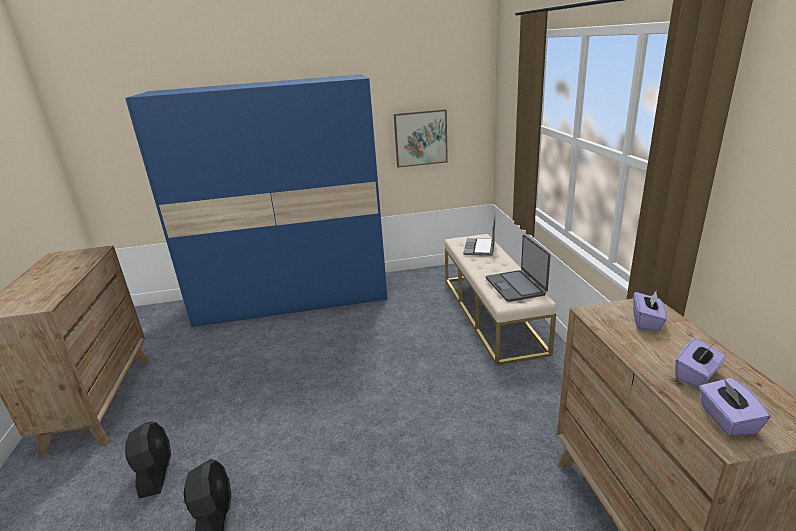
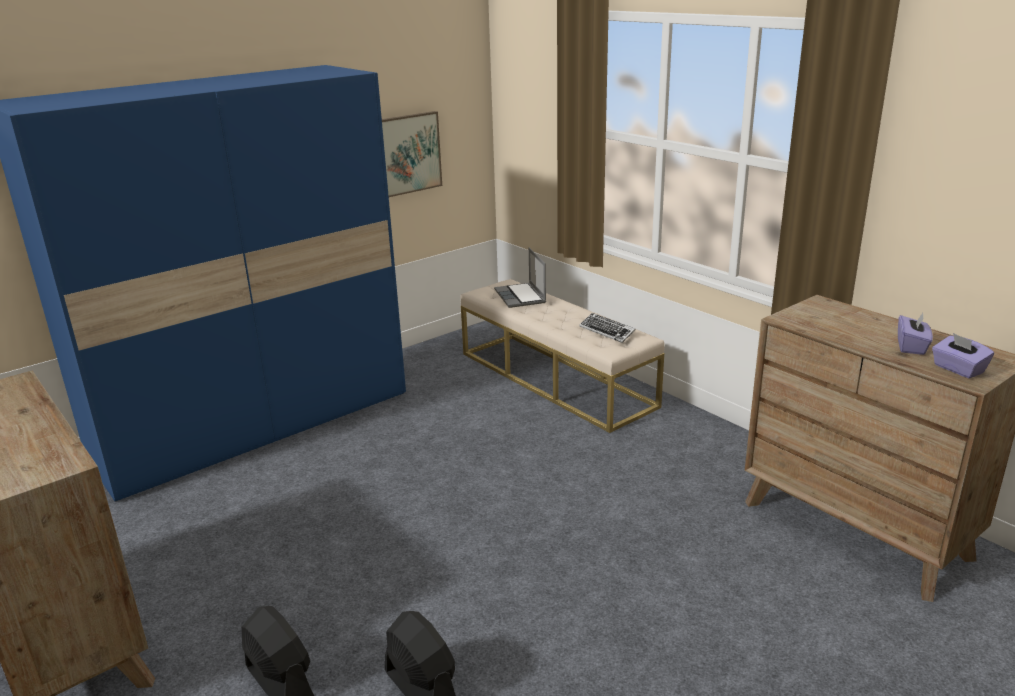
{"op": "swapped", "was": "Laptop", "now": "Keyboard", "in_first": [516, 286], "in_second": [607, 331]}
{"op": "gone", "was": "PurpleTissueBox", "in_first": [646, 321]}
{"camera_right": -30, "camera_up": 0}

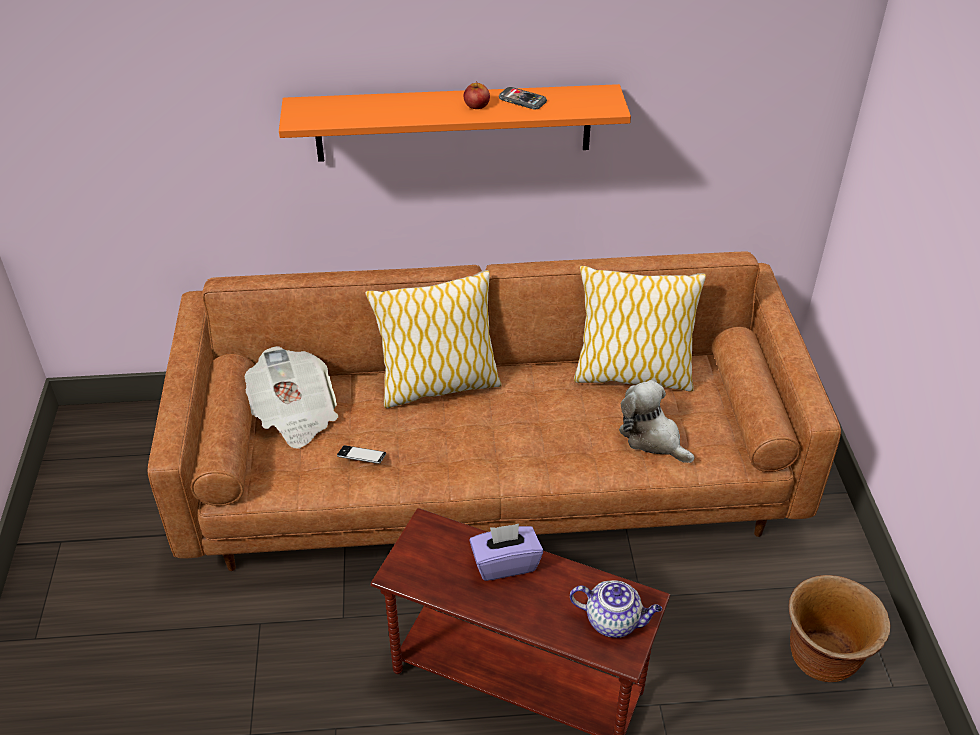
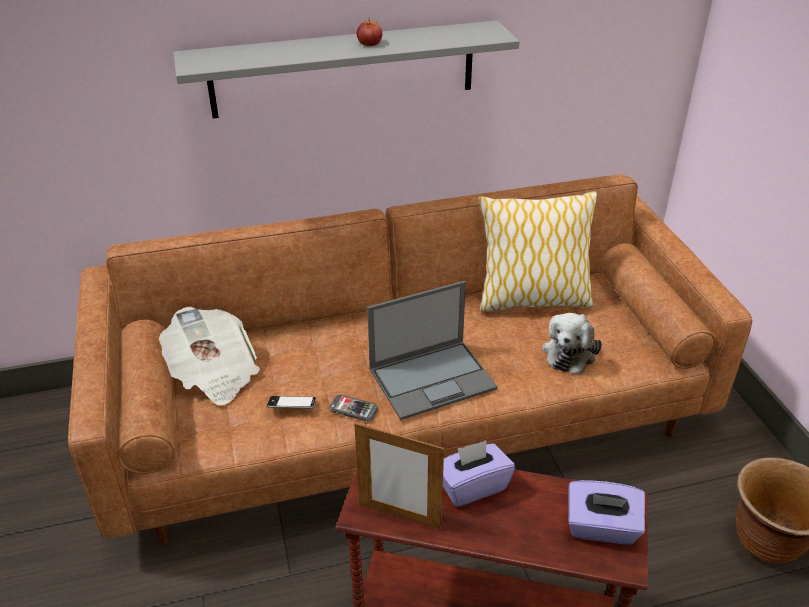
{"op": "repainted", "was": "OrangeShelf", "now": "GreyShelf", "in_first": [453, 123], "in_second": [343, 69]}
{"op": "shifted", "was": "Phone", "in_first": [522, 100], "in_second": [353, 409]}
{"op": "new", "now": "PictureFrame", "in_second": [399, 516]}
{"op": "new", "now": "Laptop", "in_second": [433, 378]}
{"op": "rotated", "was": "PlushToy", "in_first": [652, 438], "in_second": [570, 352], "clockwise": -105}
{"op": "swapped", "was": "Teapot", "now": "PurpleTissueBox", "in_first": [614, 621], "in_second": [601, 528]}
{"op": "gone", "was": "Pillow", "in_first": [438, 386]}
{"camera_right": -10, "camera_up": -5}

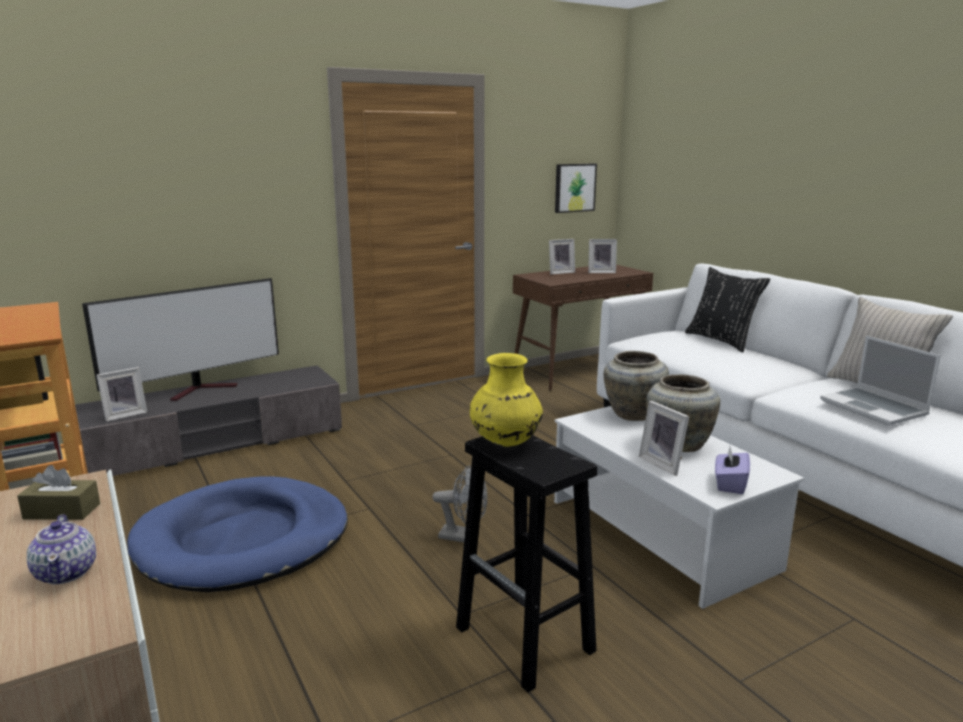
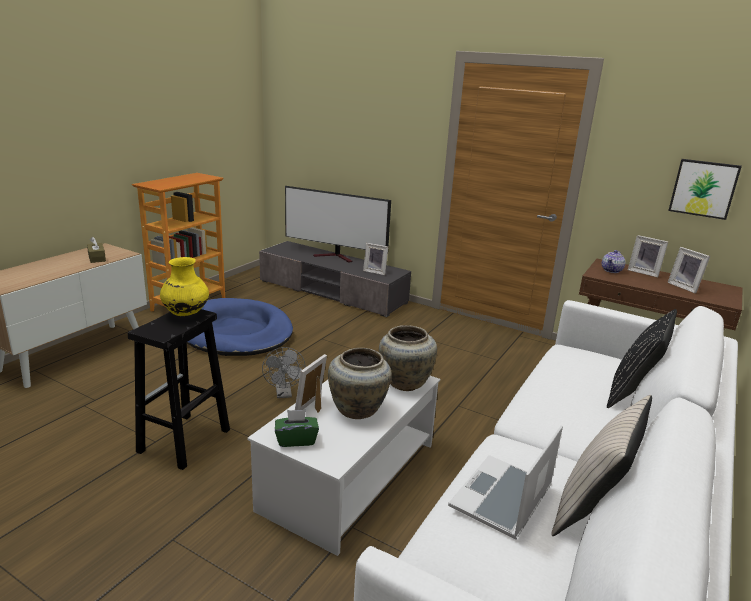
{"op": "repainted", "was": "PurpleTissueBox", "now": "GreenTissueBox", "in_first": [729, 484], "in_second": [296, 440]}
{"op": "shifted", "was": "PictureFrame", "in_first": [125, 414], "in_second": [375, 271]}
{"op": "shifted", "was": "Teapot", "in_first": [67, 572], "in_second": [612, 270]}
{"camera_right": 60, "camera_up": 5}

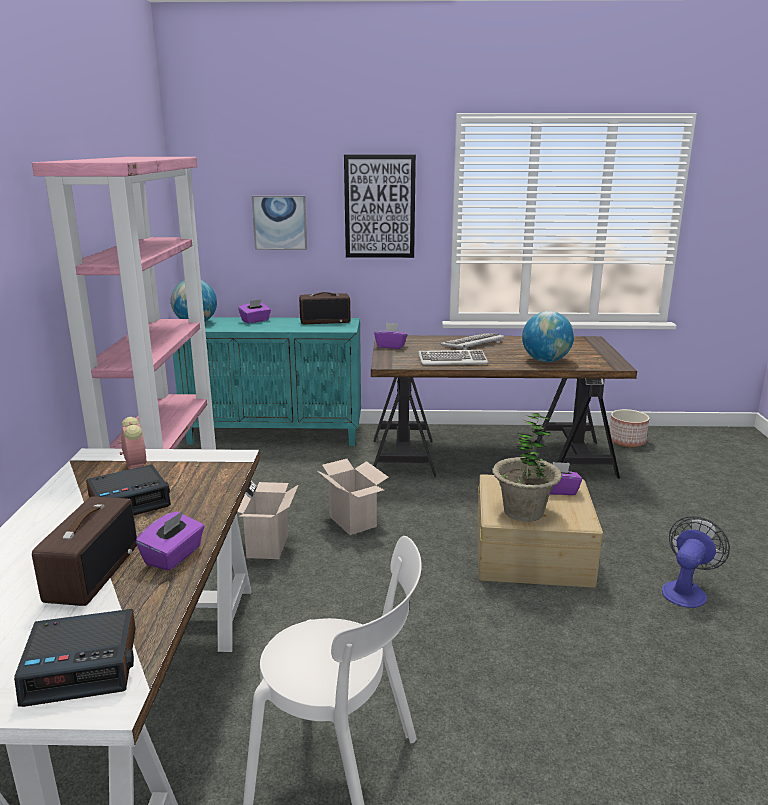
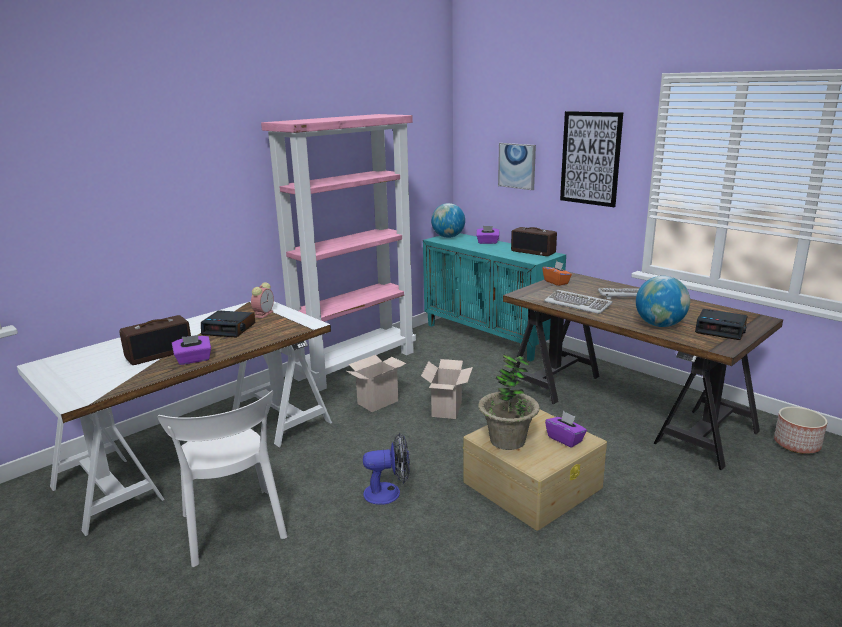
{"op": "shifted", "was": "Fan", "in_first": [686, 590], "in_second": [389, 493]}
{"op": "repainted", "was": "PurpleTissueBox", "now": "OrangeTissueBox", "in_first": [391, 346], "in_second": [556, 282]}
{"op": "shifted", "was": "AlarmClock", "in_first": [83, 666], "in_second": [721, 330]}
{"camera_right": 45, "camera_up": 0}

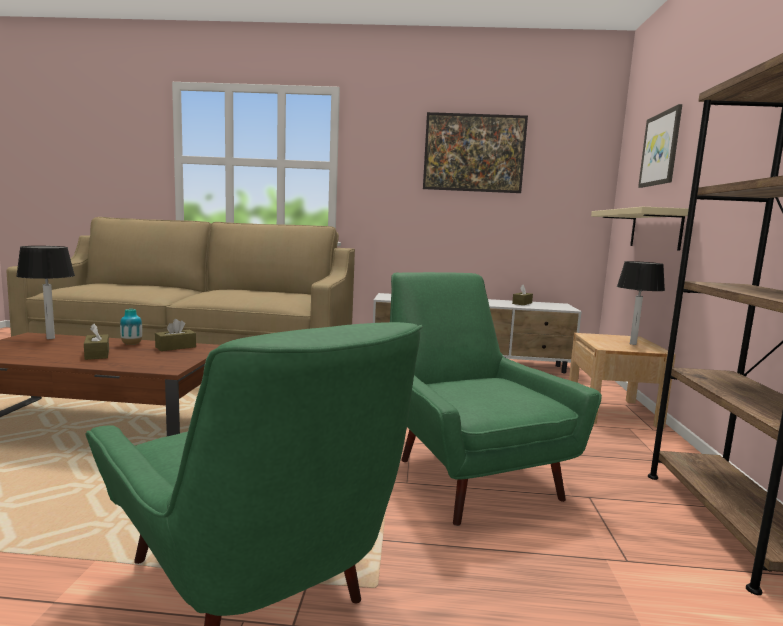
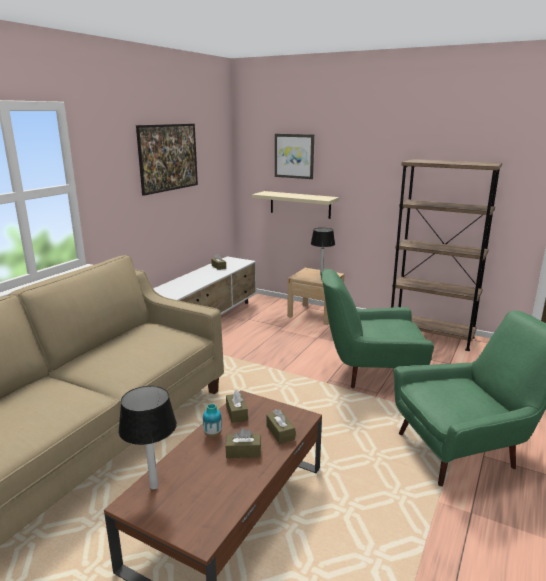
{"op": "new", "now": "BrownTissueBox", "in_second": [280, 433]}
{"camera_right": -65, "camera_up": 10}

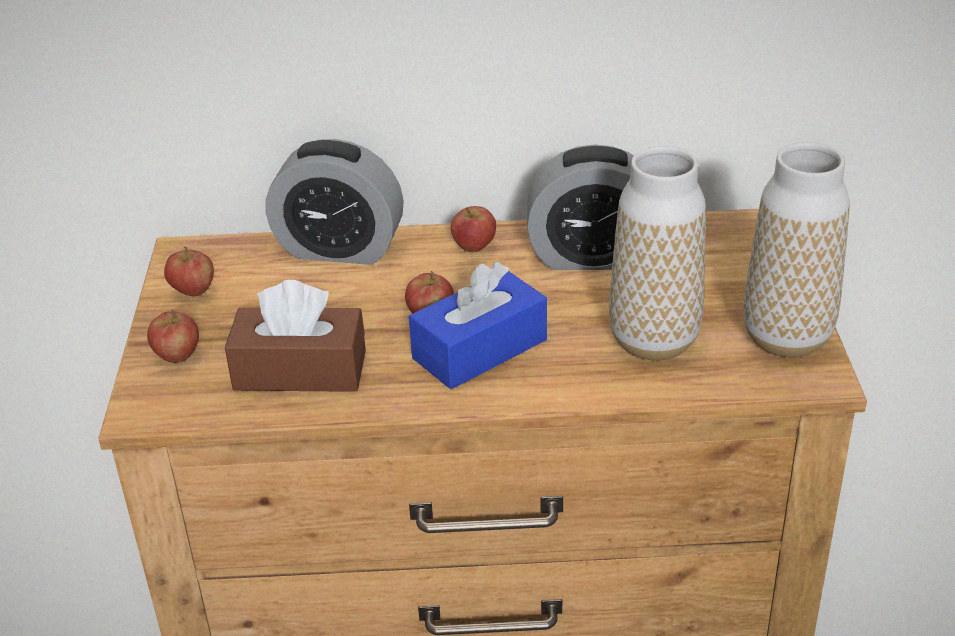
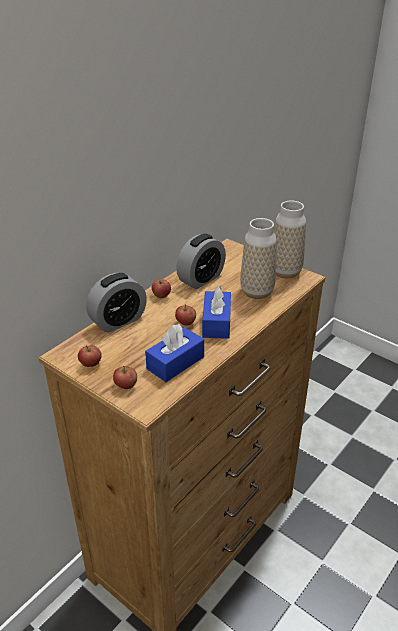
{"op": "repainted", "was": "BrownTissueBox", "now": "BlueTissueBox", "in_first": [300, 370], "in_second": [175, 363]}
{"camera_right": -50, "camera_up": 0}

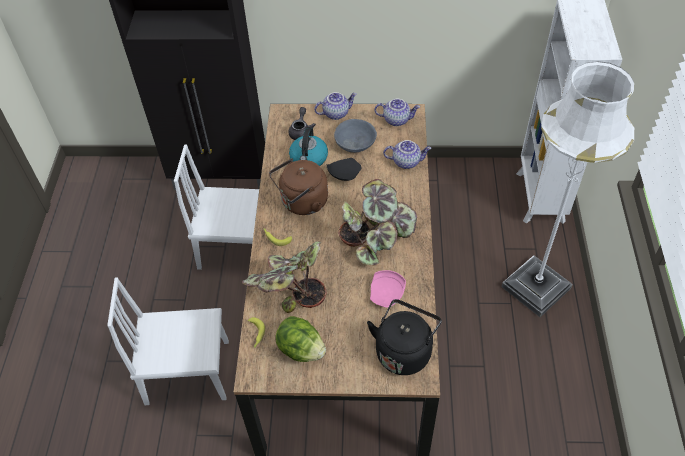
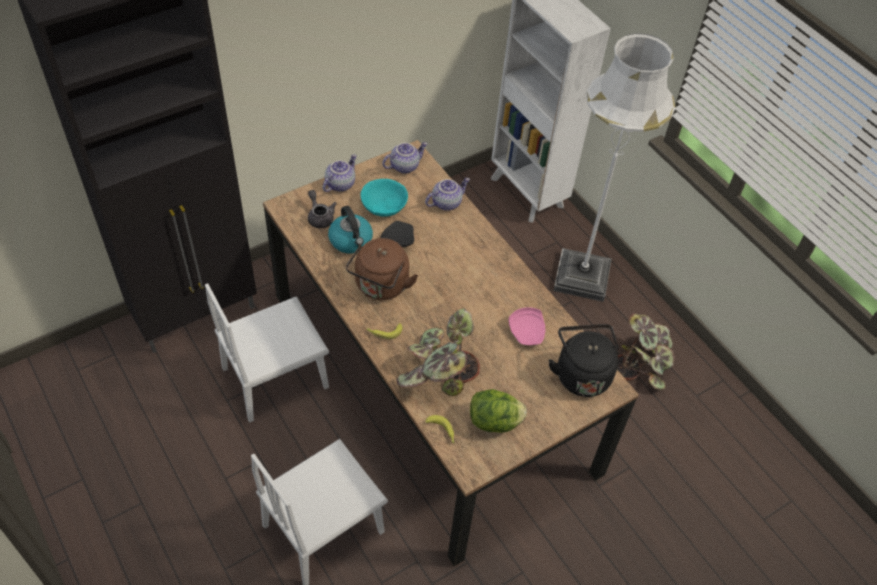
{"op": "repainted", "was": "GreyBowl", "now": "TurquoiseBowl", "in_first": [356, 143], "in_second": [384, 205]}
{"op": "shifted", "was": "PottedPlant", "in_first": [375, 238], "in_second": [642, 363]}
{"camera_right": -40, "camera_up": 0}

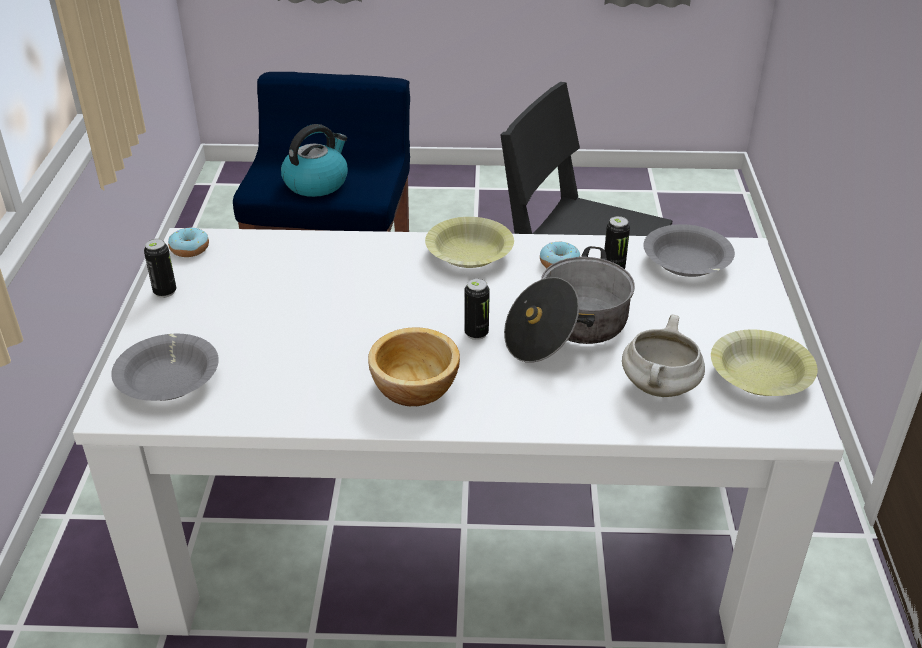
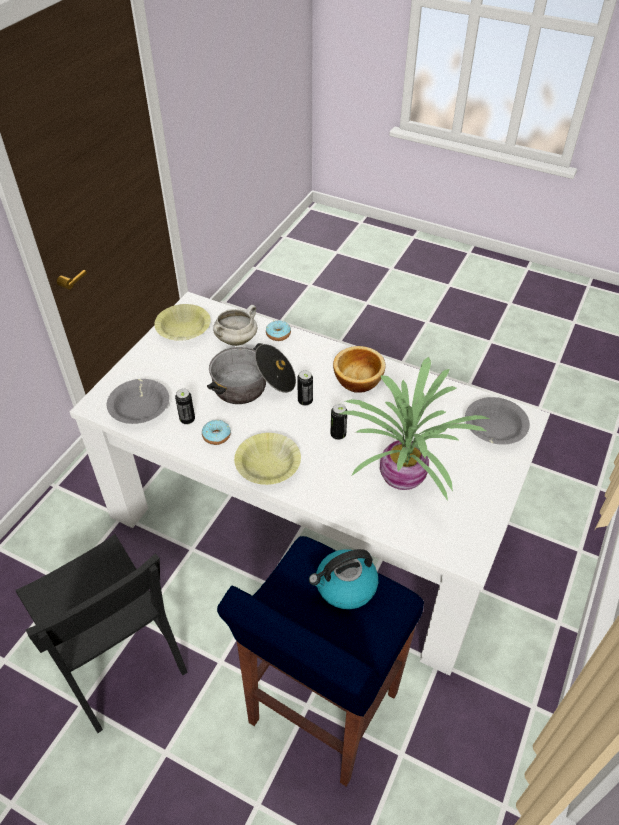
{"op": "shifted", "was": "Donut", "in_first": [190, 249], "in_second": [278, 334]}
{"op": "shifted", "was": "Can", "in_first": [165, 292], "in_second": [338, 435]}
{"op": "new", "now": "PottedPlant", "in_second": [405, 477]}
{"camera_right": -155, "camera_up": 10}

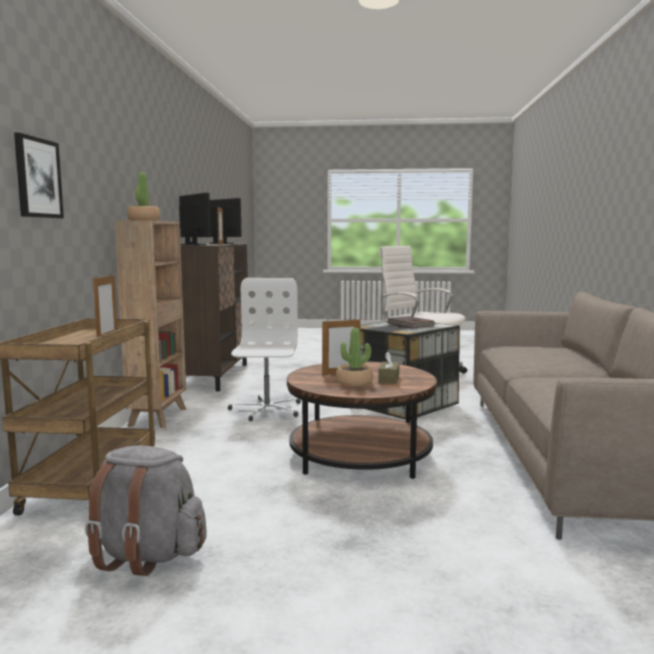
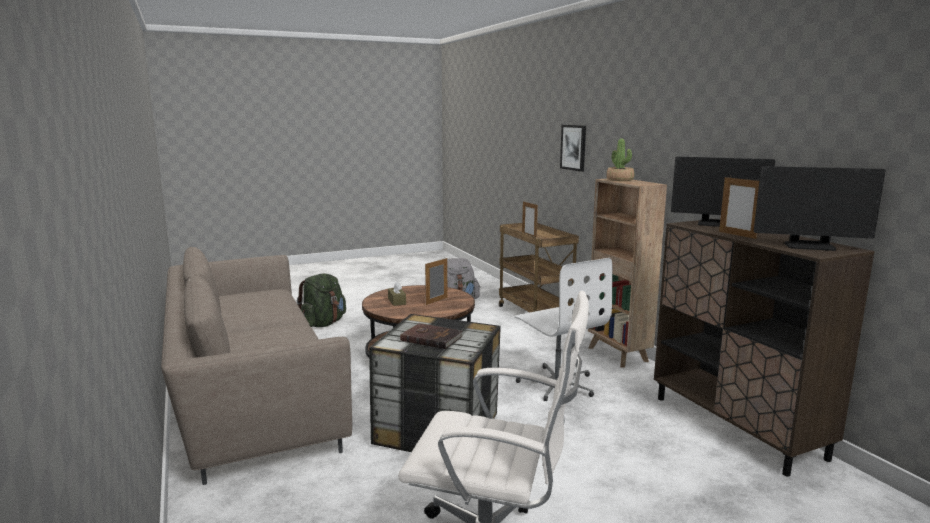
{"op": "new", "now": "GreenBackpack", "in_second": [323, 324]}
{"op": "gone", "was": "PottedPlant", "in_first": [354, 383]}
{"camera_right": 150, "camera_up": 5}

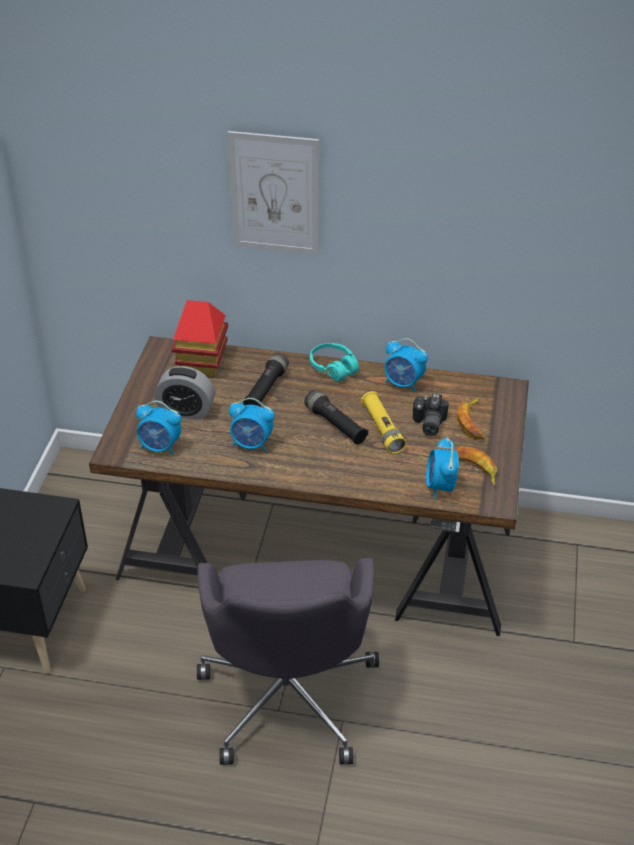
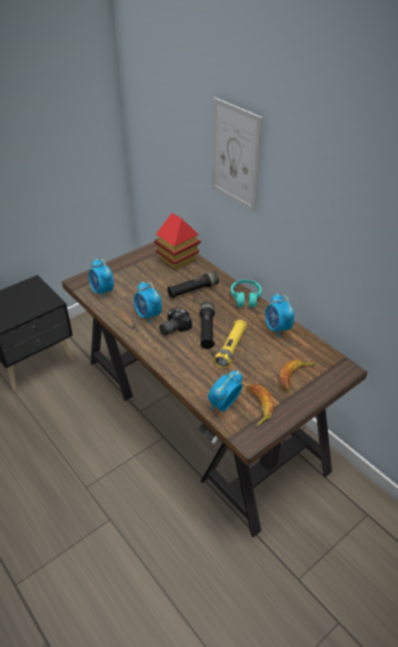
{"op": "shifted", "was": "PhotoCamera", "in_first": [427, 424], "in_second": [173, 328]}
{"op": "gone", "was": "AlarmClock", "in_first": [186, 411]}
{"op": "gone", "was": "GreyOfficeChair", "in_first": [288, 695]}
{"camera_right": 40, "camera_up": 0}

